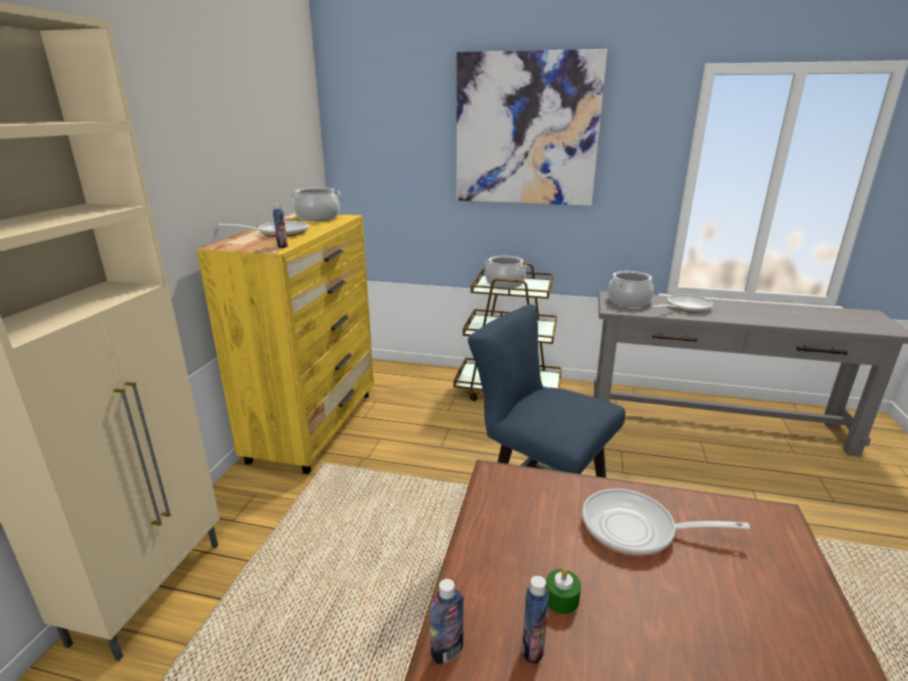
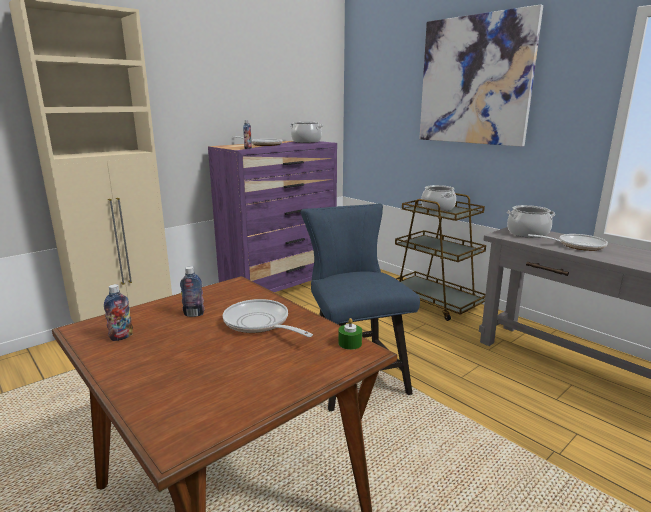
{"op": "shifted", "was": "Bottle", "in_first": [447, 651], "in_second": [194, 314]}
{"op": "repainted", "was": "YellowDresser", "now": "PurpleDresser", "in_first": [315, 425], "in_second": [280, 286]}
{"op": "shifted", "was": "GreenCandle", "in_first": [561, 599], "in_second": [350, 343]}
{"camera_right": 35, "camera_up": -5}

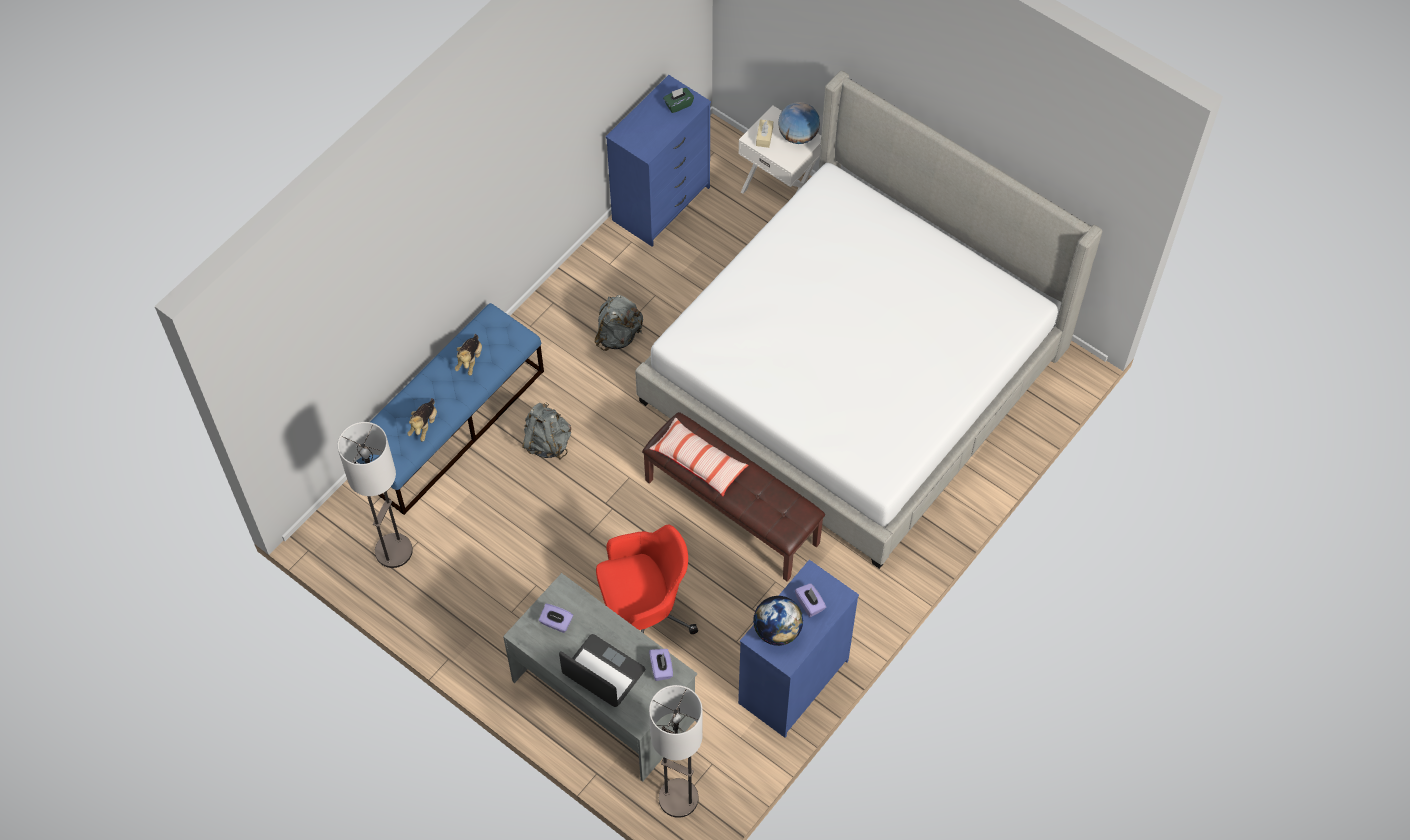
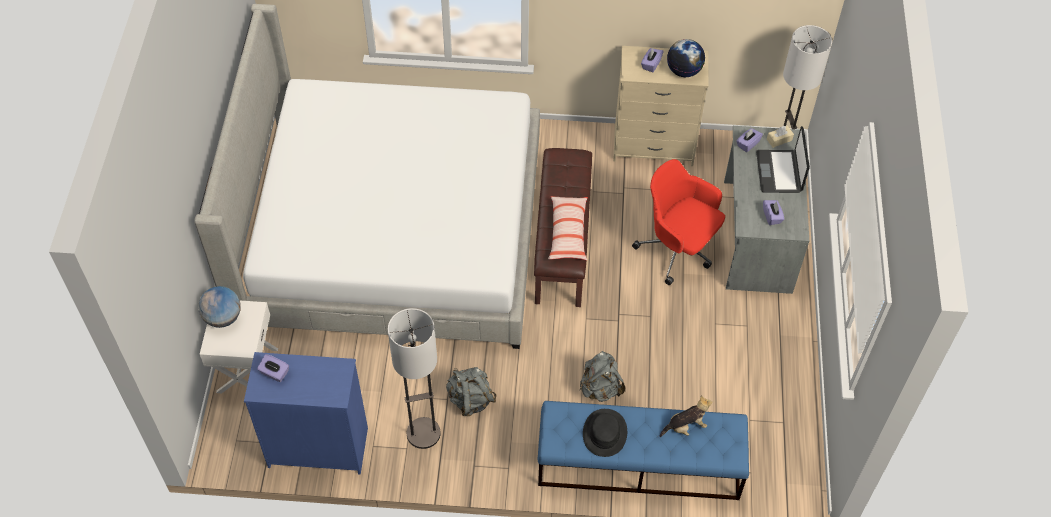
{"op": "repainted", "was": "GreenTissueBox", "now": "PurpleTissueBox", "in_first": [678, 104], "in_second": [274, 373]}
{"op": "shifted", "was": "FloorLamp", "in_first": [393, 550], "in_second": [423, 433]}
{"op": "swapped", "was": "PlushToy", "now": "BlackHat", "in_first": [470, 360], "in_second": [604, 433]}
{"op": "repainted", "was": "BlueDresser", "now": "BeigeDresser", "in_first": [792, 681], "in_second": [653, 147]}
{"op": "shifted", "was": "BeigeTissueBox", "in_first": [764, 137], "in_second": [779, 140]}
{"camera_right": -125, "camera_up": -5}

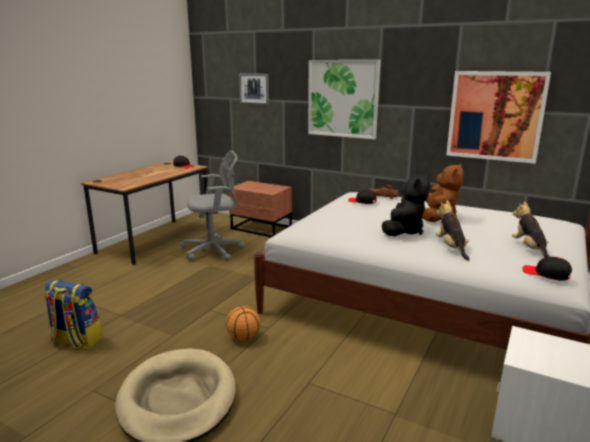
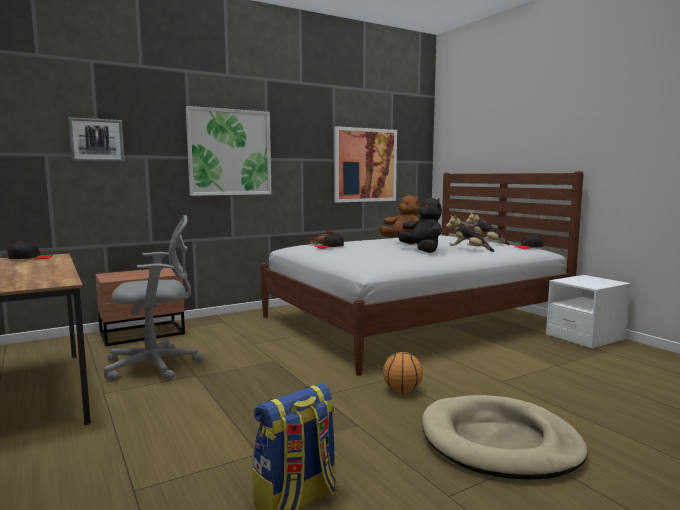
{"op": "rotated", "was": "GreyOfficeChair", "in_first": [215, 251], "in_second": [157, 366], "clockwise": 60}
{"camera_right": -60, "camera_up": -10}

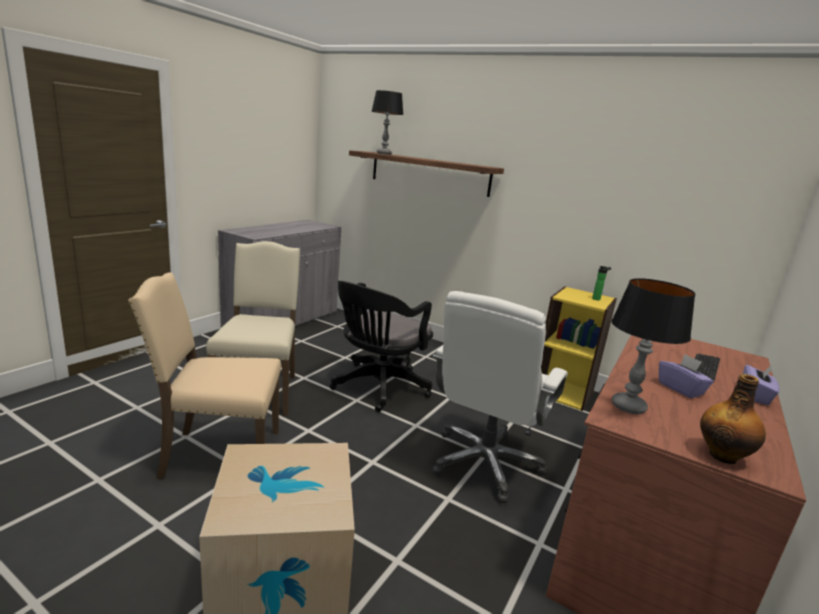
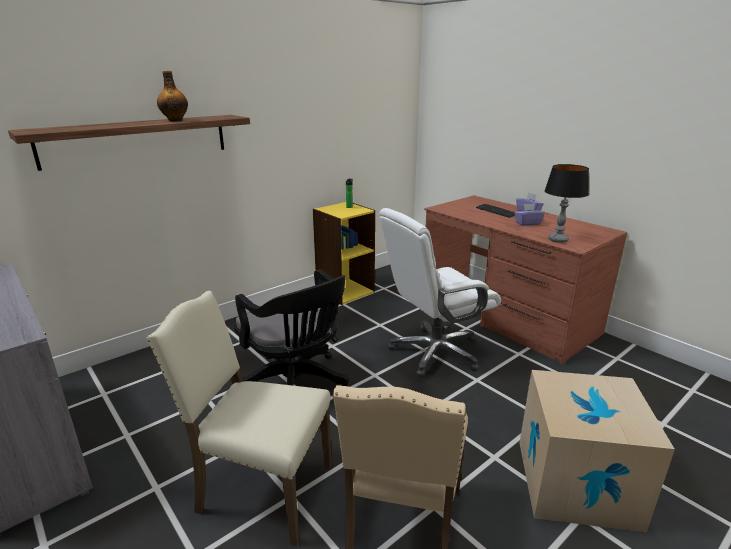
{"op": "shifted", "was": "Bottle", "in_first": [723, 455], "in_second": [175, 120]}
{"op": "rotated", "was": "WhiteOfficeChair", "in_first": [485, 463], "in_second": [435, 352], "clockwise": 105}
{"op": "gone", "was": "TableLamp", "in_first": [384, 154]}
{"camera_right": -70, "camera_up": 5}

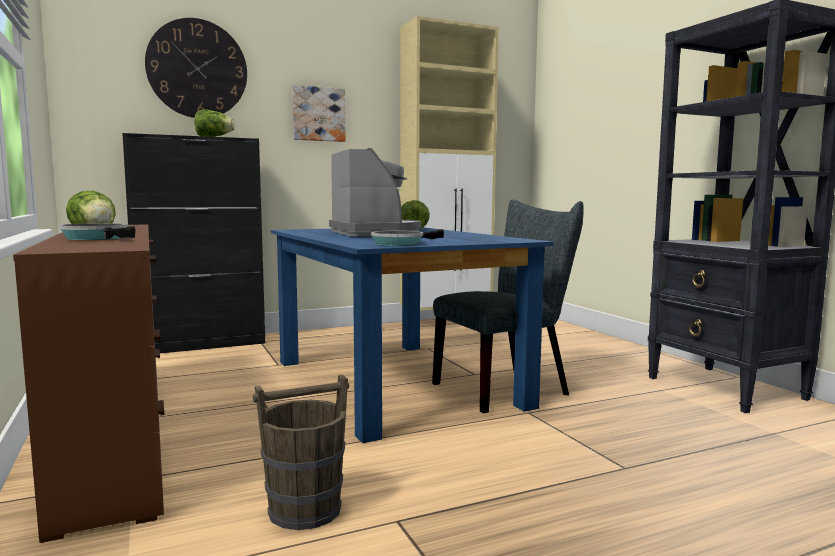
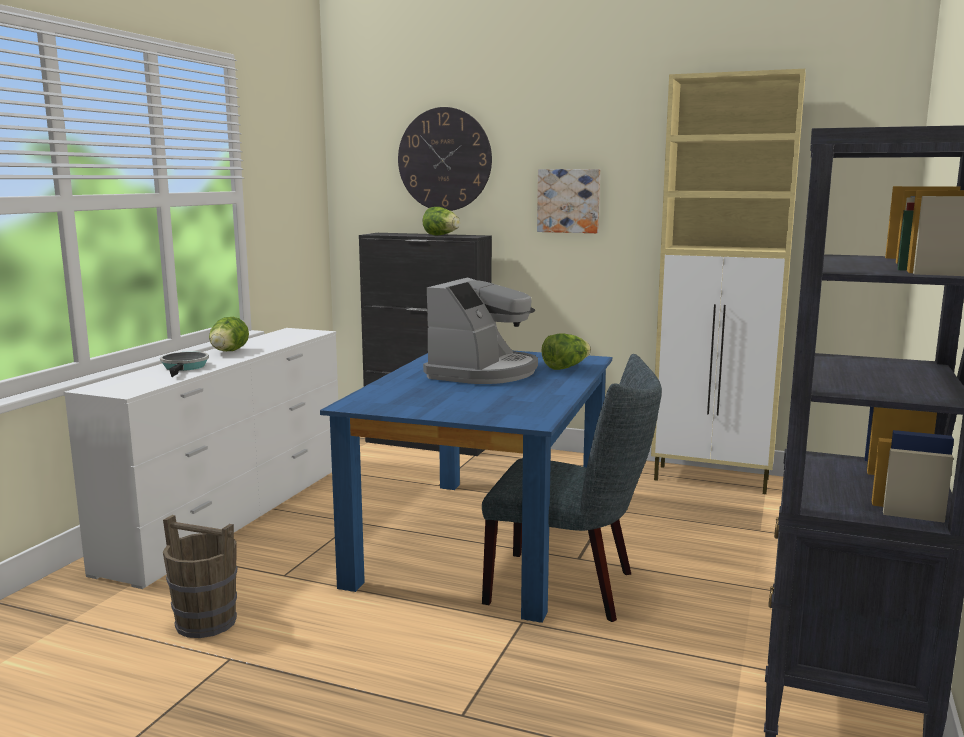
{"op": "repainted", "was": "BrownDresser", "now": "WhiteDresser", "in_first": [118, 432], "in_second": [234, 514]}
{"op": "gone", "was": "FryingPan", "in_first": [400, 243]}
{"camera_right": 45, "camera_up": 5}

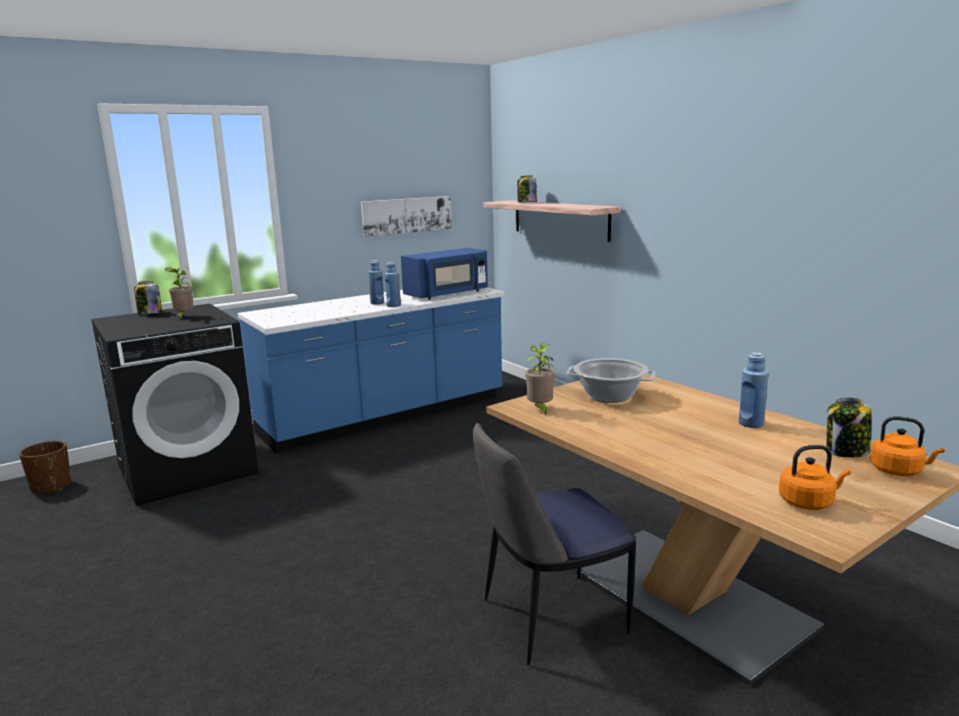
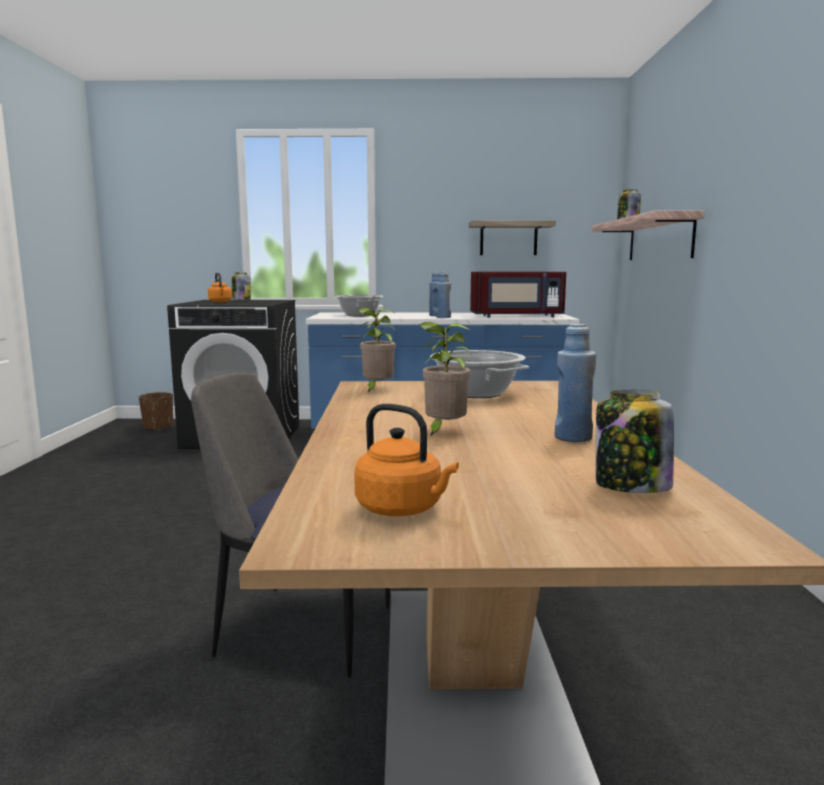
{"op": "shifted", "was": "OrangeKettle", "in_first": [899, 471], "in_second": [220, 301]}
{"op": "new", "now": "CookingPot", "in_second": [359, 315]}
{"op": "shifted", "was": "PottedPlant", "in_first": [183, 317], "in_second": [443, 431]}
{"op": "swapped", "was": "Picture", "now": "Shelf", "in_first": [406, 215], "in_second": [508, 239]}
{"op": "repainted", "was": "BlueMicrowave", "now": "RedMicrowave", "in_first": [448, 294], "in_second": [517, 316]}
{"camera_right": 35, "camera_up": -5}

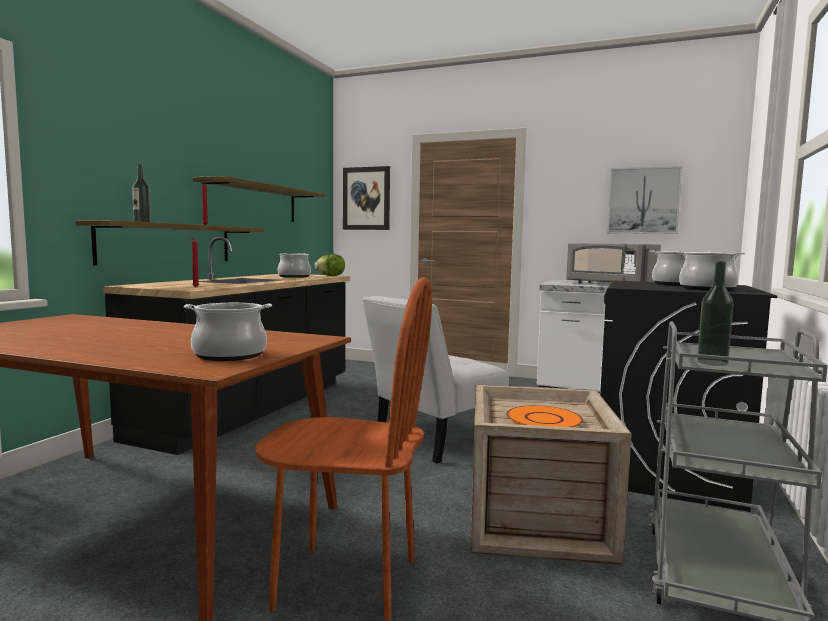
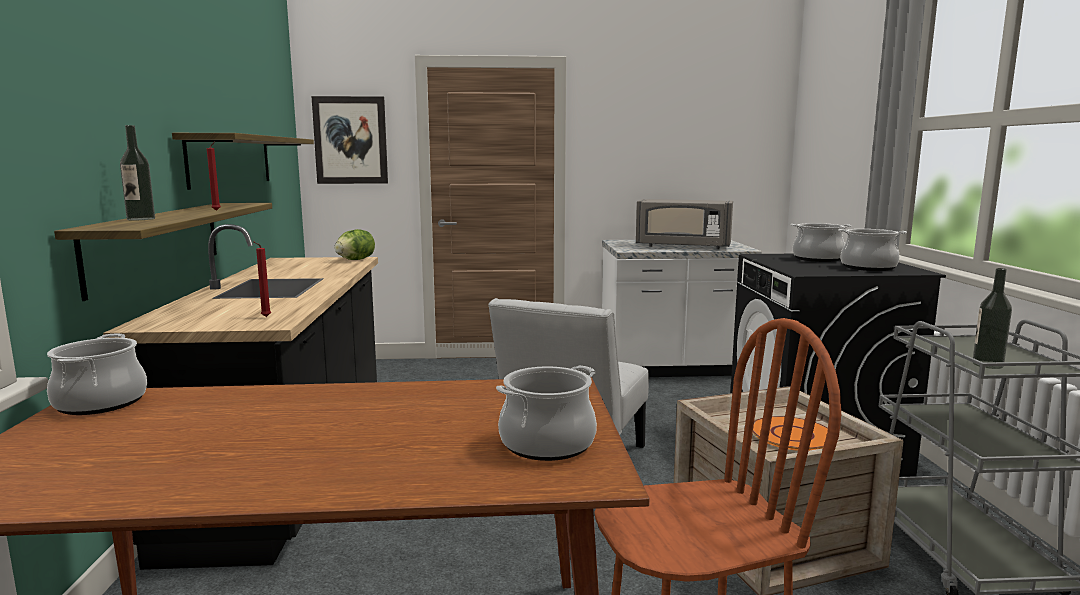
{"op": "shifted", "was": "CookingPot", "in_first": [294, 276], "in_second": [100, 403]}
{"op": "gone", "was": "Picture", "in_first": [643, 201]}
{"camera_right": -25, "camera_up": 5}

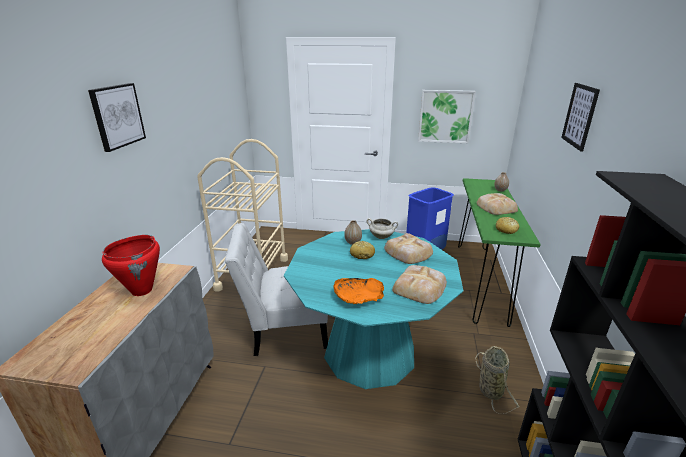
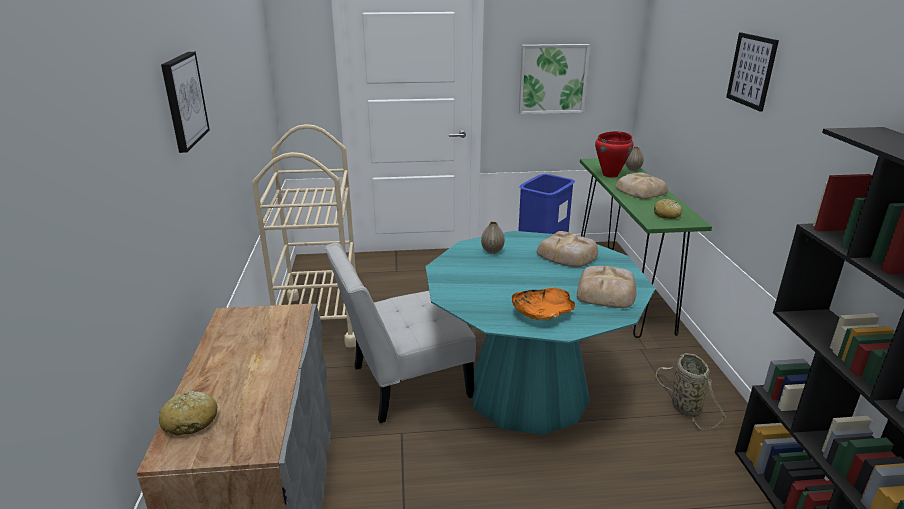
{"op": "shifted", "was": "Bread", "in_first": [362, 254], "in_second": [191, 421]}
{"op": "shifted", "was": "RedCookingPot", "in_first": [142, 290], "in_second": [610, 175]}
{"op": "gone", "was": "WhiteCookingPot", "in_first": [381, 237]}
{"camera_right": -15, "camera_up": 0}

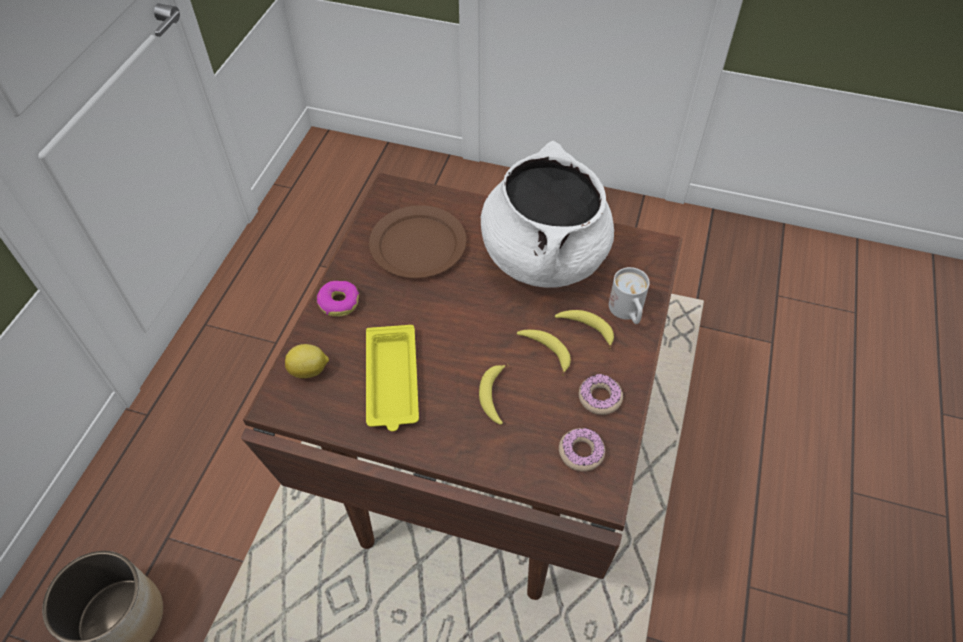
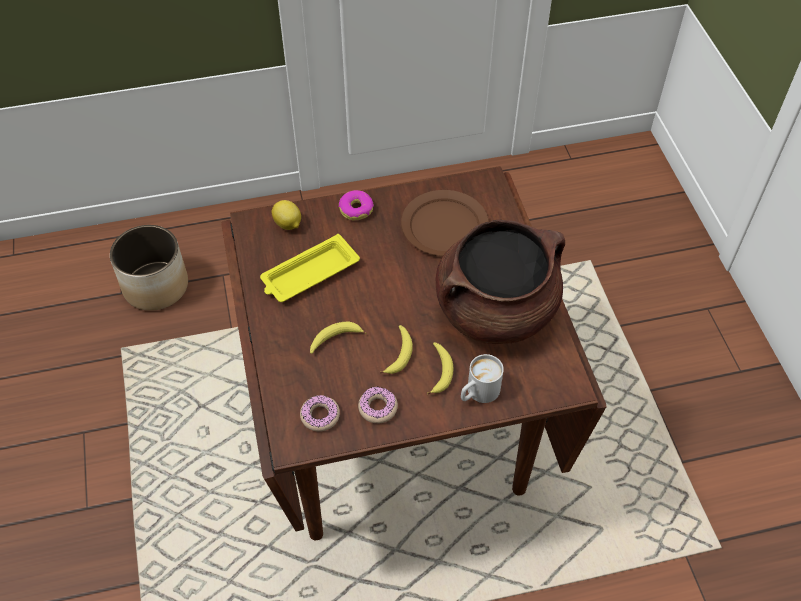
{"op": "repainted", "was": "WhiteCookingPot", "now": "BrownCookingPot", "in_first": [543, 256], "in_second": [495, 310]}
{"camera_right": 60, "camera_up": 0}

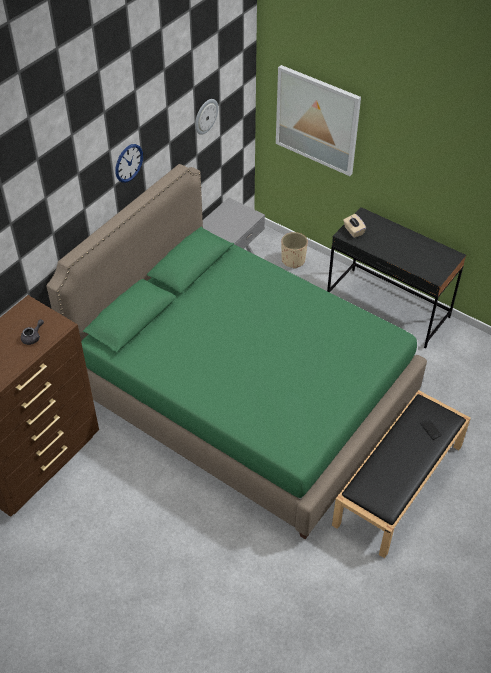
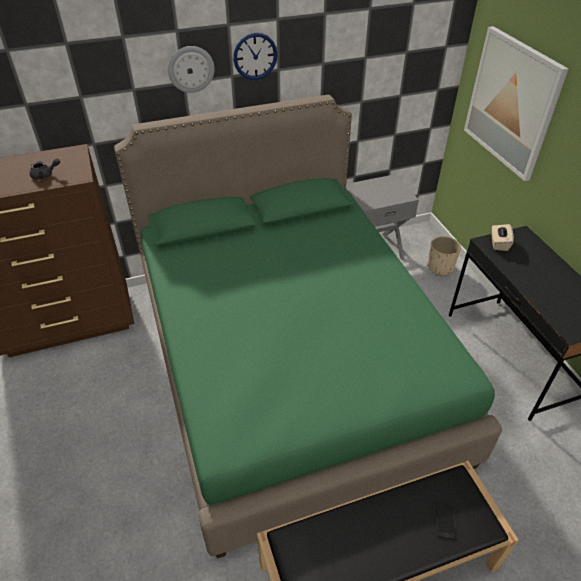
{"op": "shifted", "was": "WallClock", "in_first": [205, 116], "in_second": [191, 69]}
{"camera_right": 35, "camera_up": -5}

